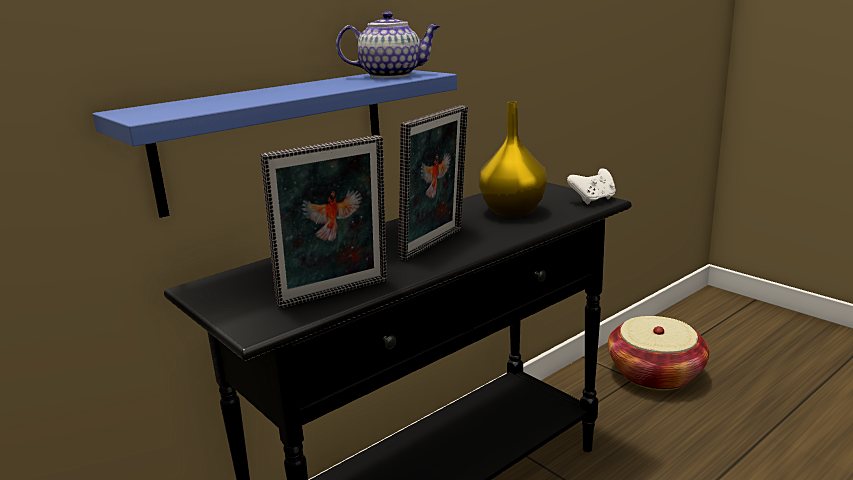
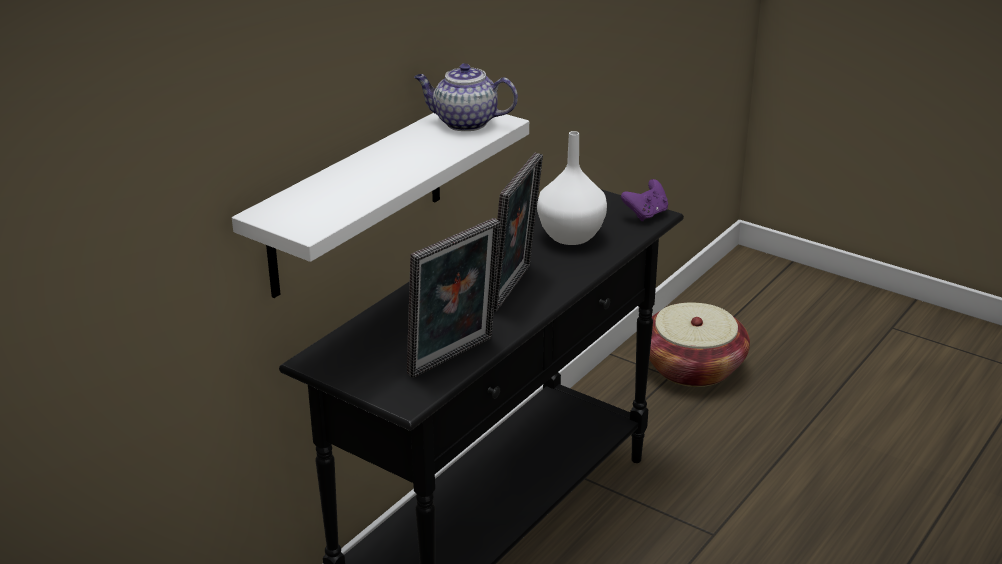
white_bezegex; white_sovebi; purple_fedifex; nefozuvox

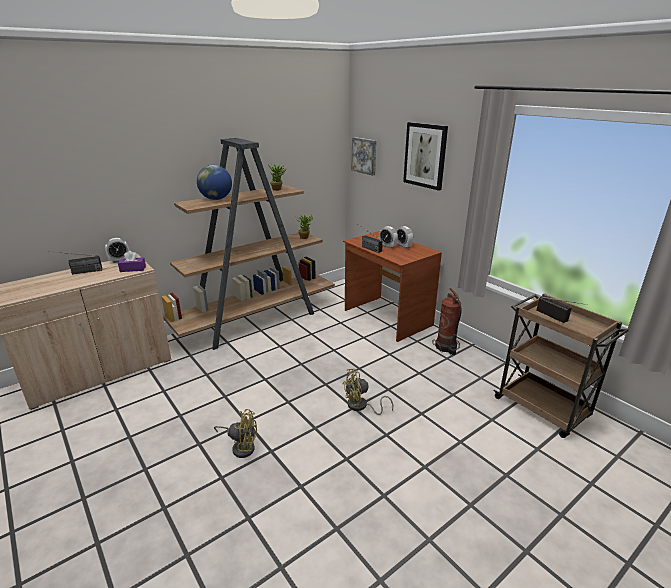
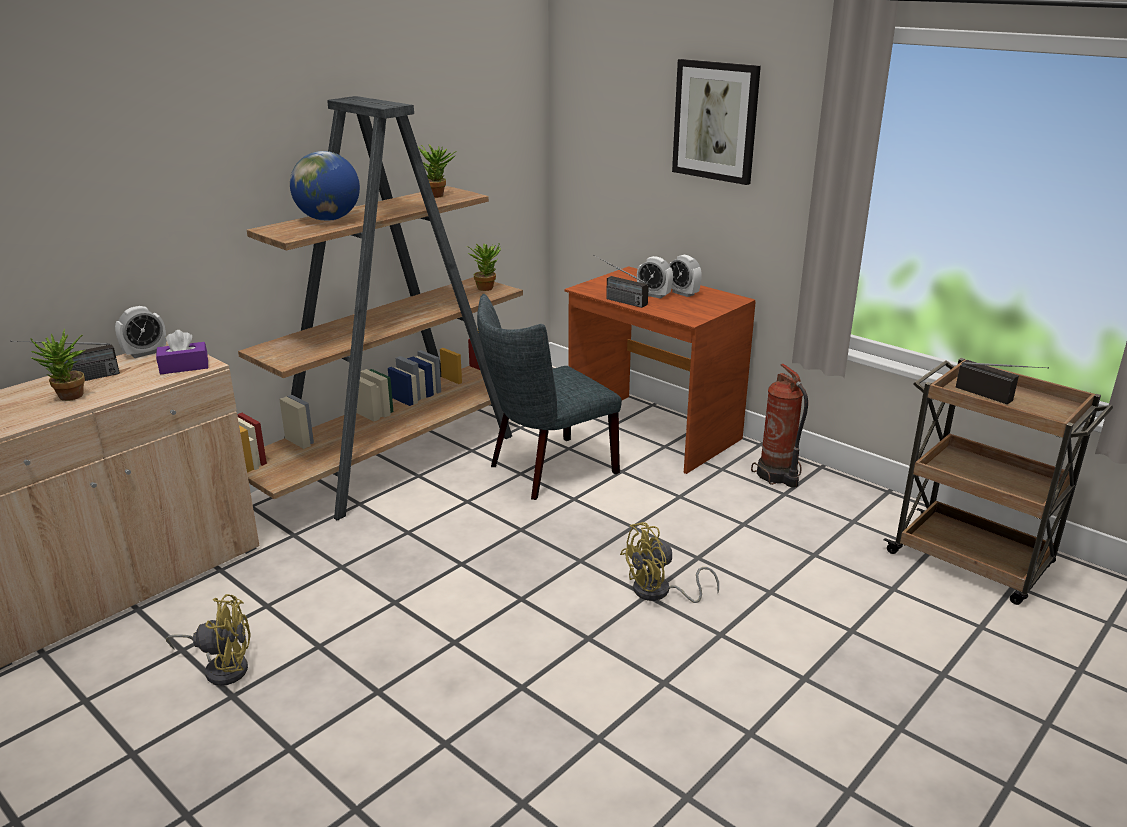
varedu (no. 1 from left in the first image); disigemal (no. 1 from left); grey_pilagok; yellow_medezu (no. 1 from left)

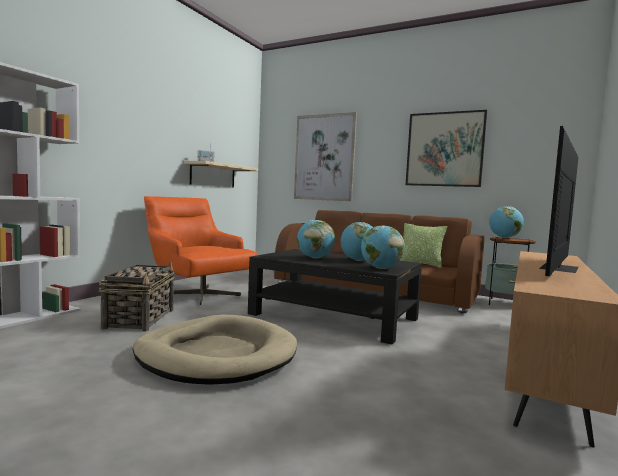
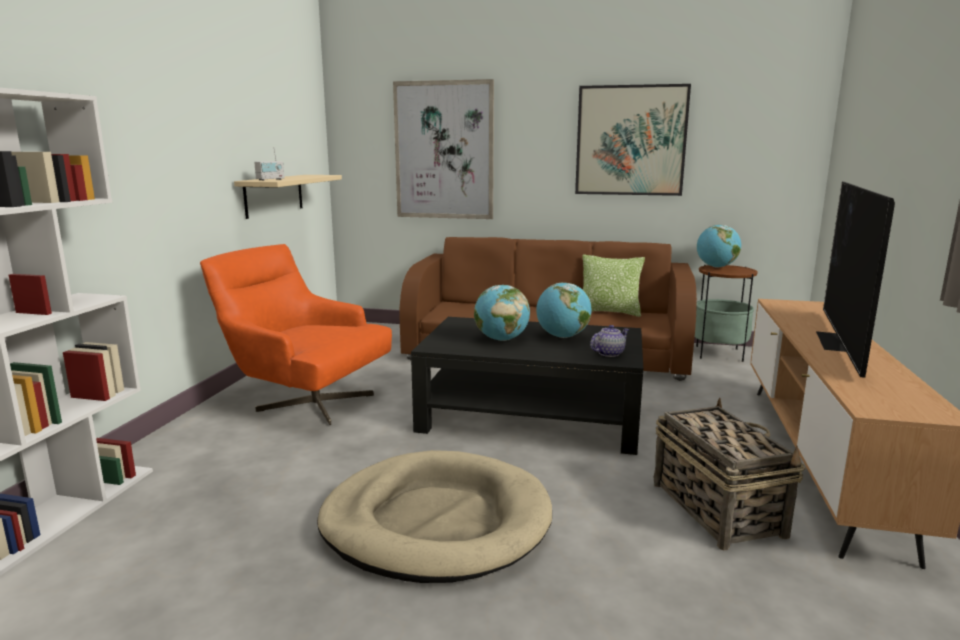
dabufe; nefozuvox

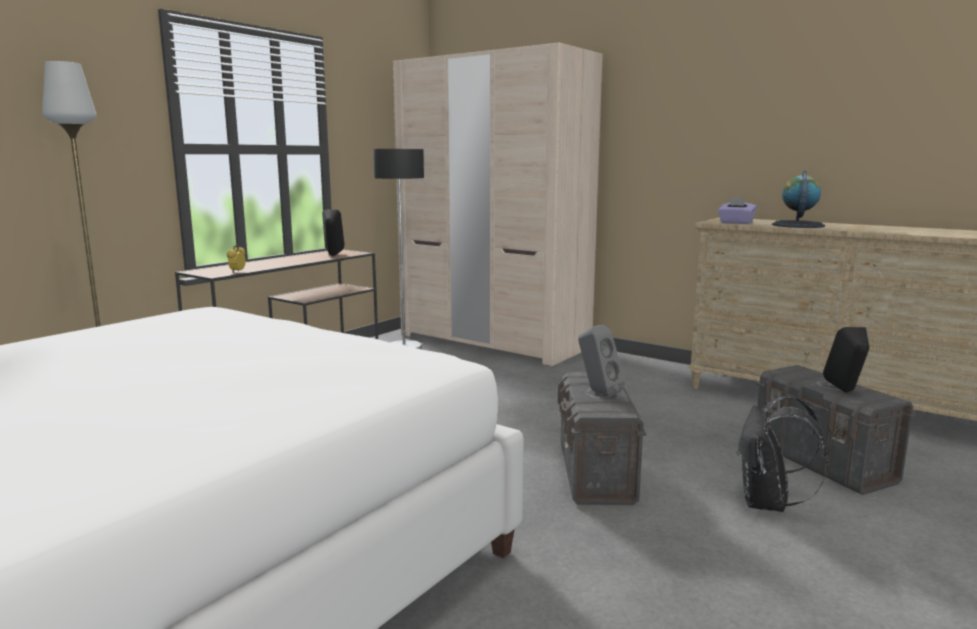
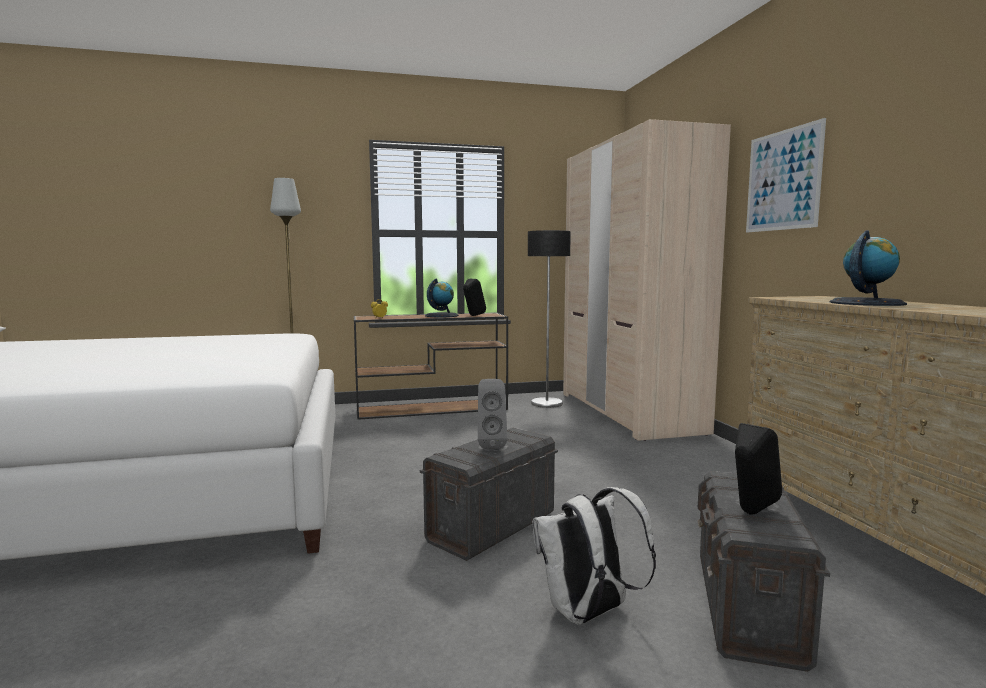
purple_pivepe; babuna (no. 1 from left); varedu; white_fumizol

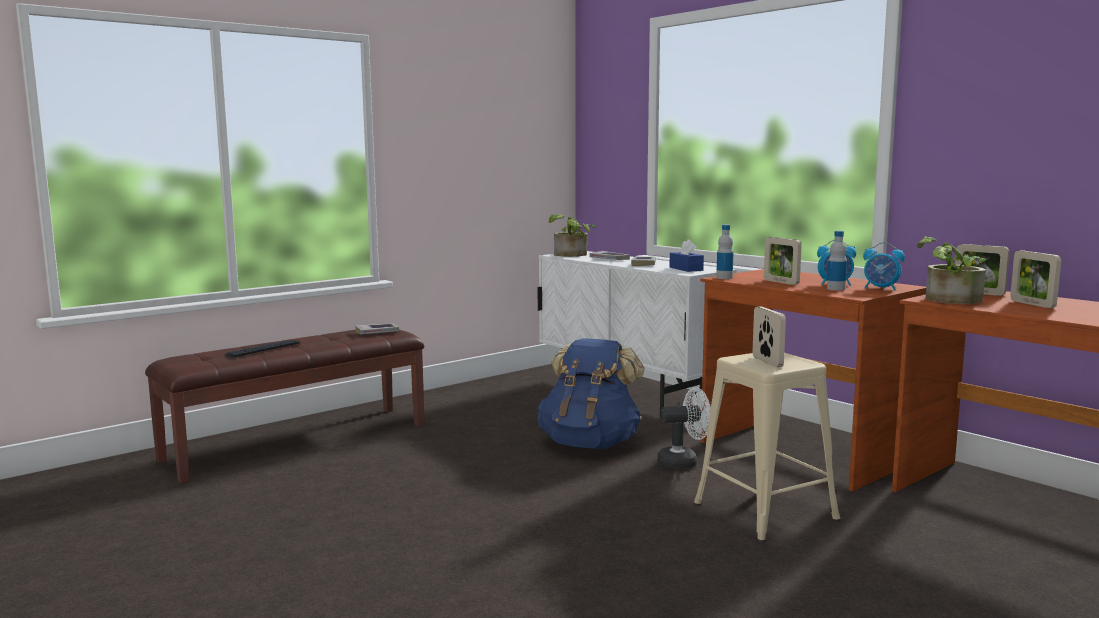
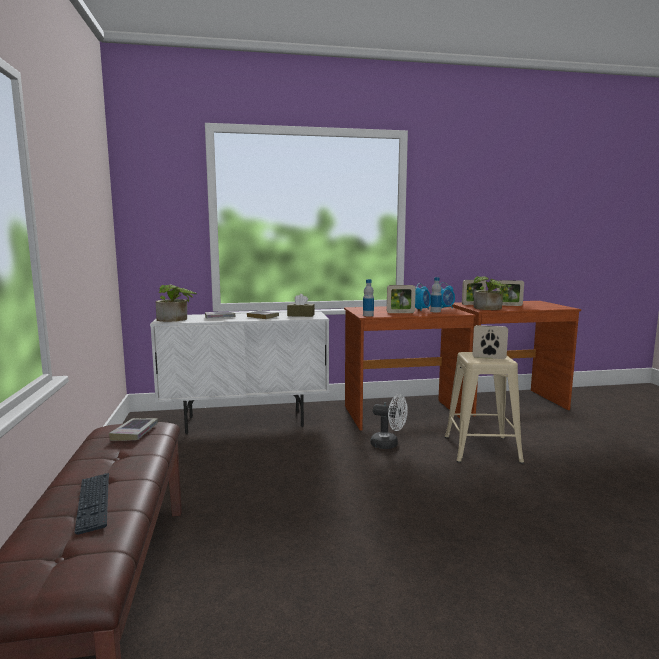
blue_fumizol; brown_pivepe; white_medezu

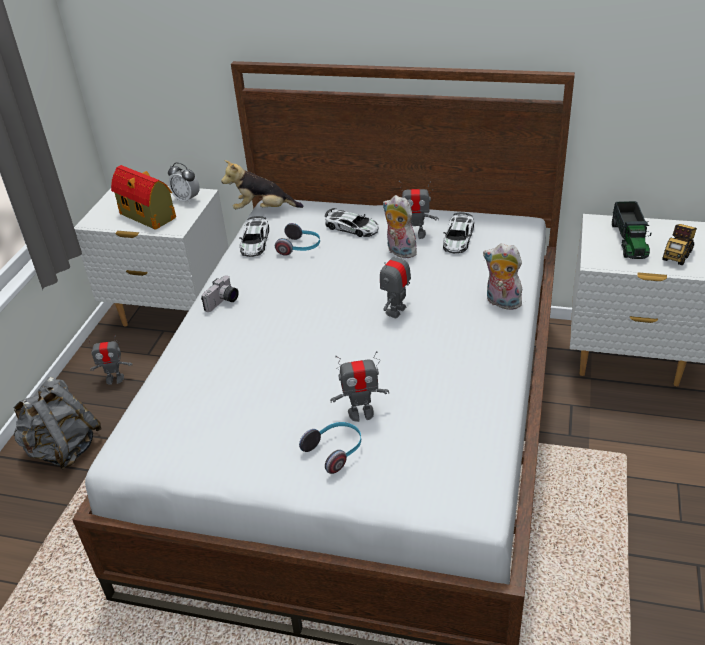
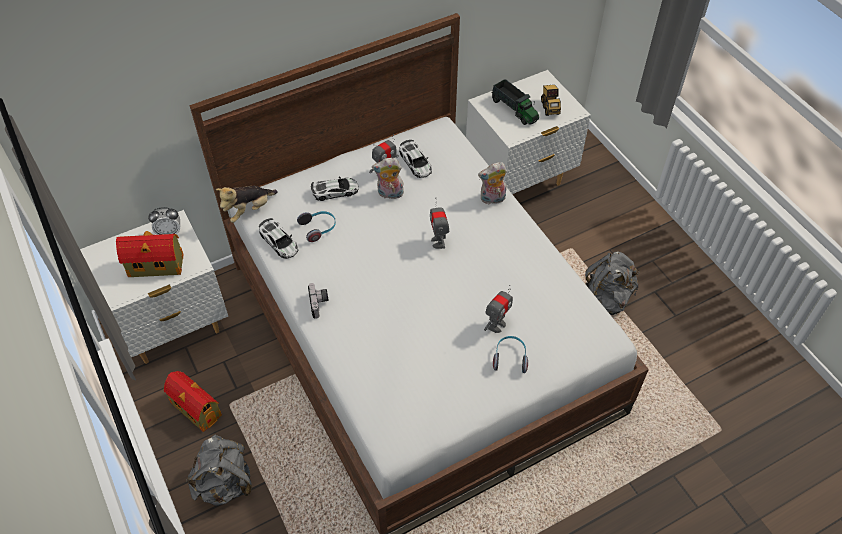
grey_fumizol (no. 2 from left); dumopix (no. 2 from left)

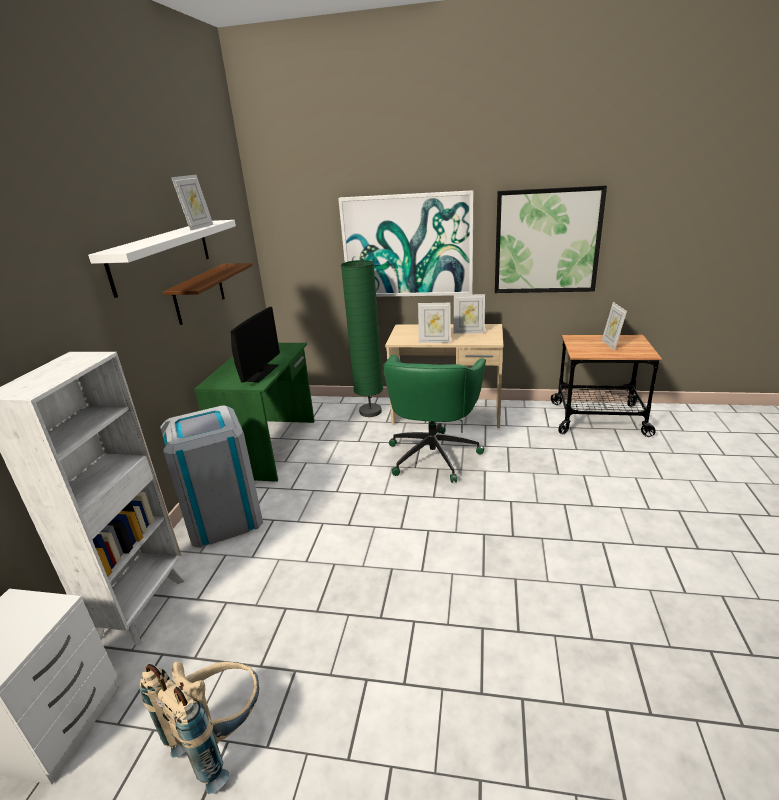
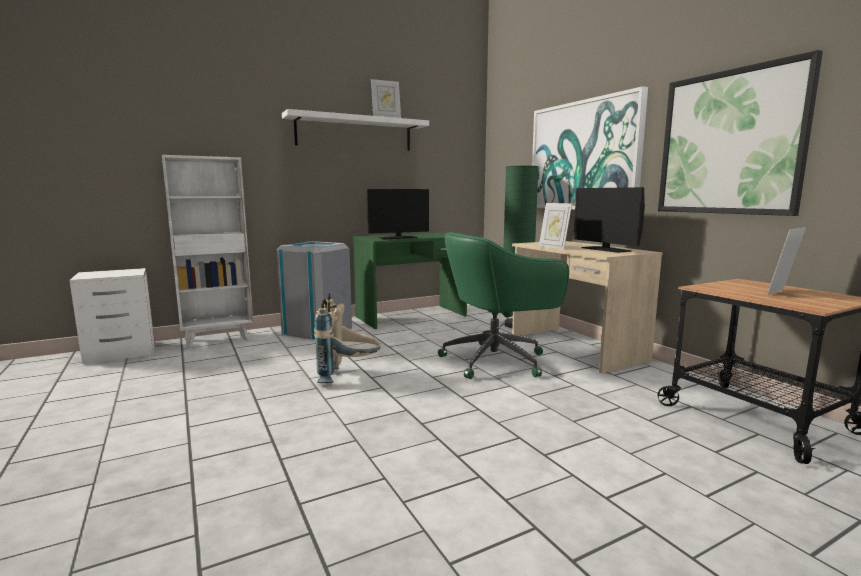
brown_bezegex; beige_fumizol; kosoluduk (no. 2 from left)

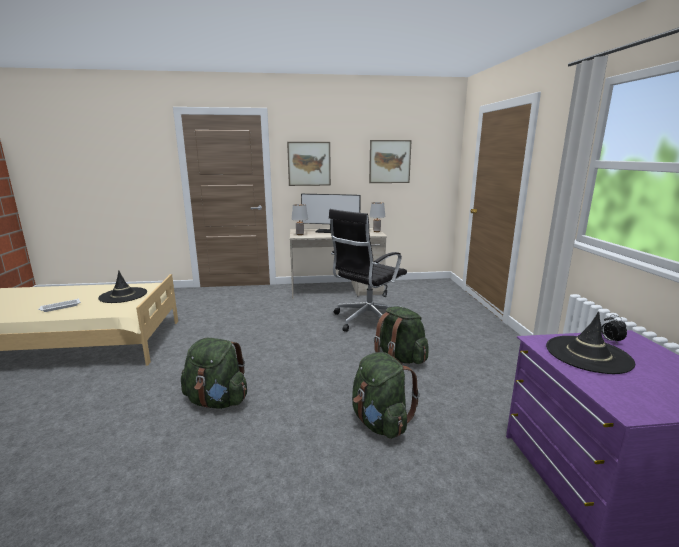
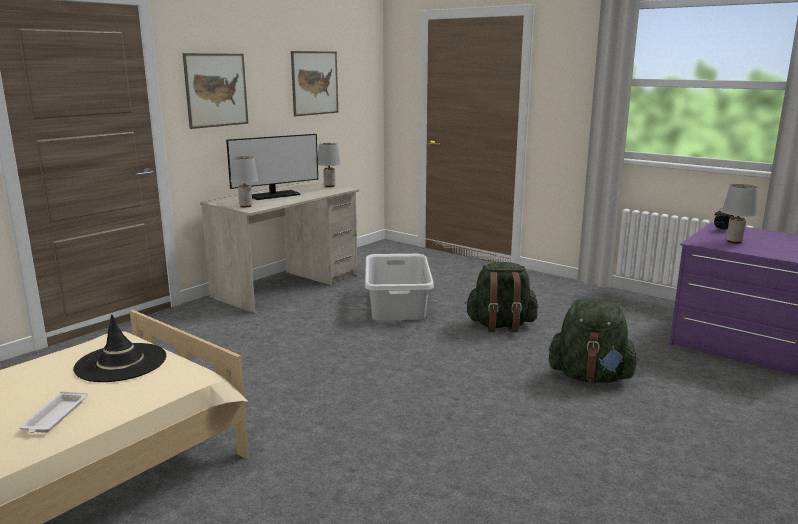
green_fumizol (no. 1 from left in the first image); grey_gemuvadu; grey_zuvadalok (no. 3 from left)

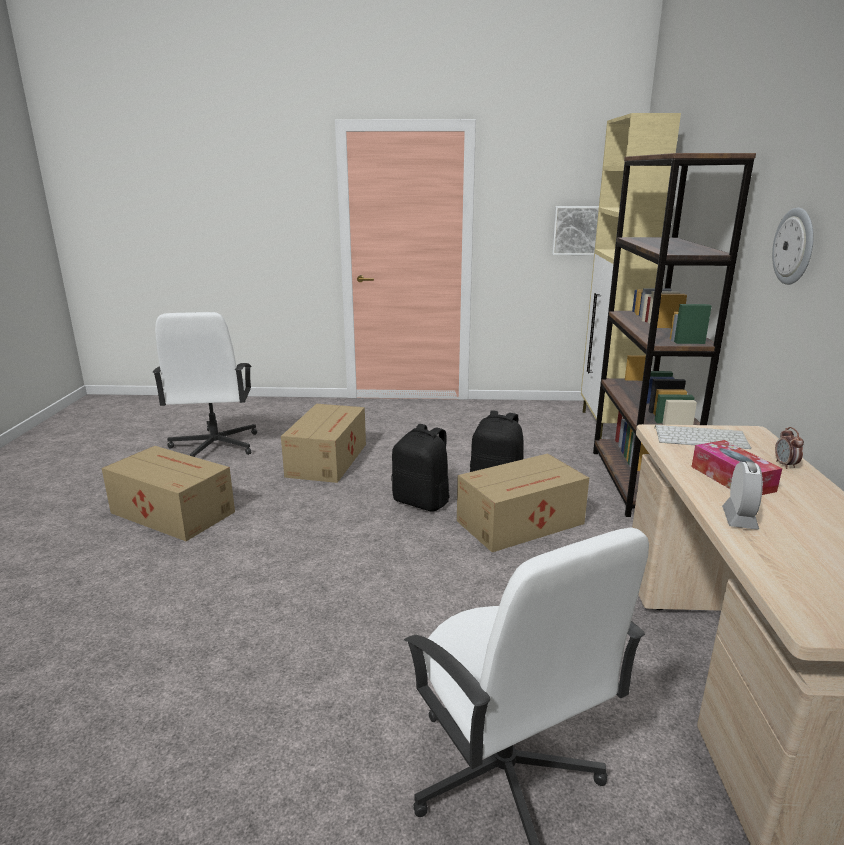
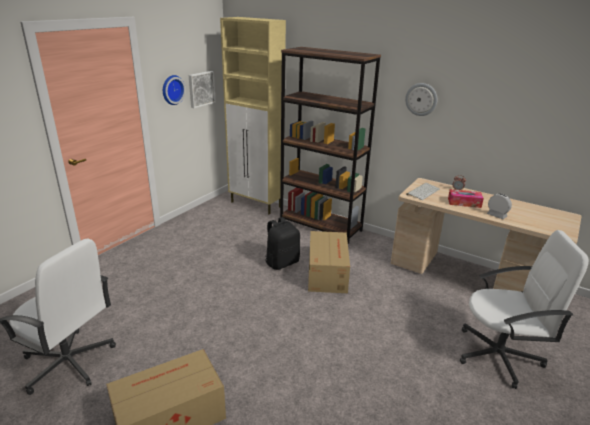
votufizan (no. 2 from left in the first image); black_fumizol (no. 1 from left in the first image); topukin (no. 1 from left)

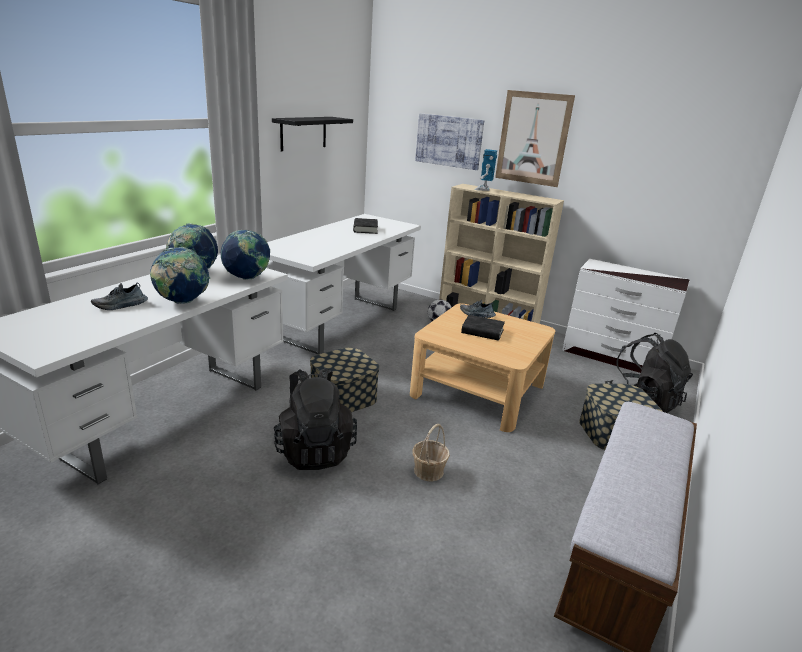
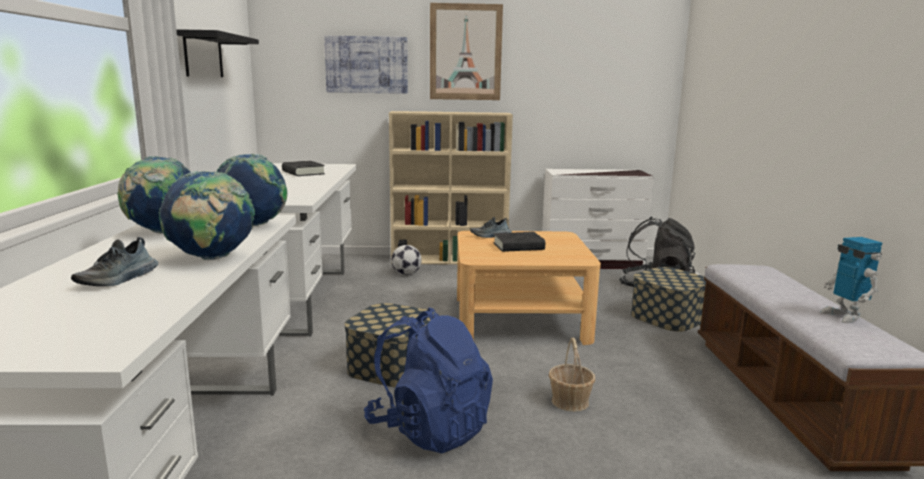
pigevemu; blue_fumizol

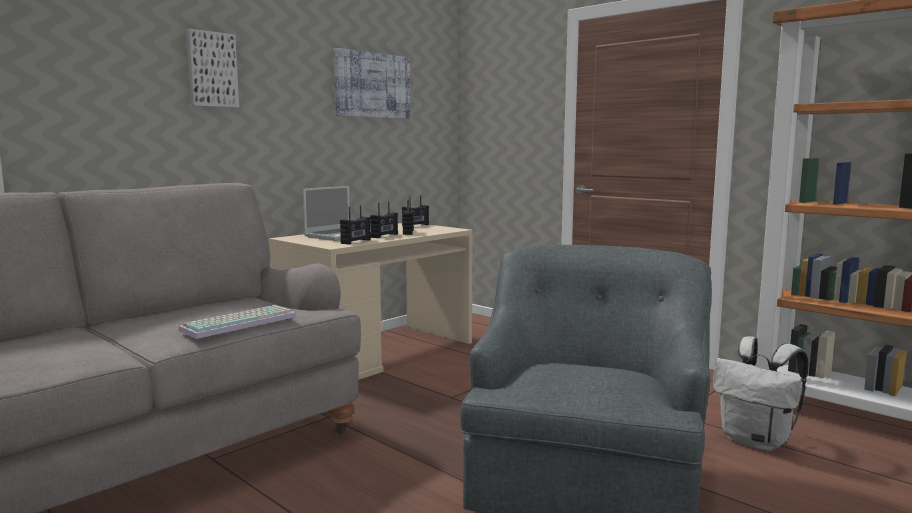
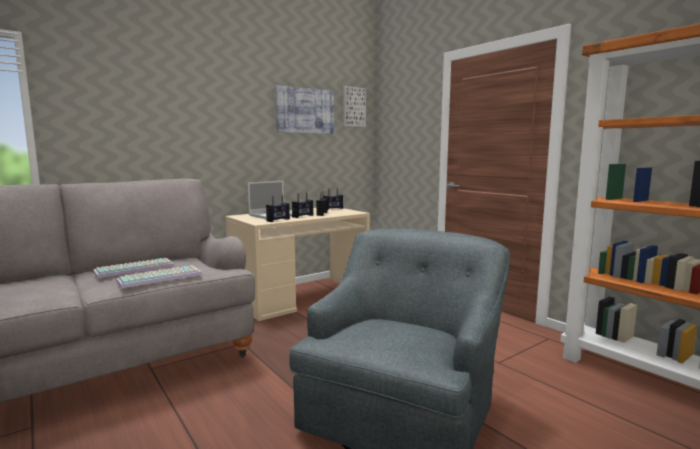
white_fumizol; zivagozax (no. 1 from left); varedu (no. 2 from left)

